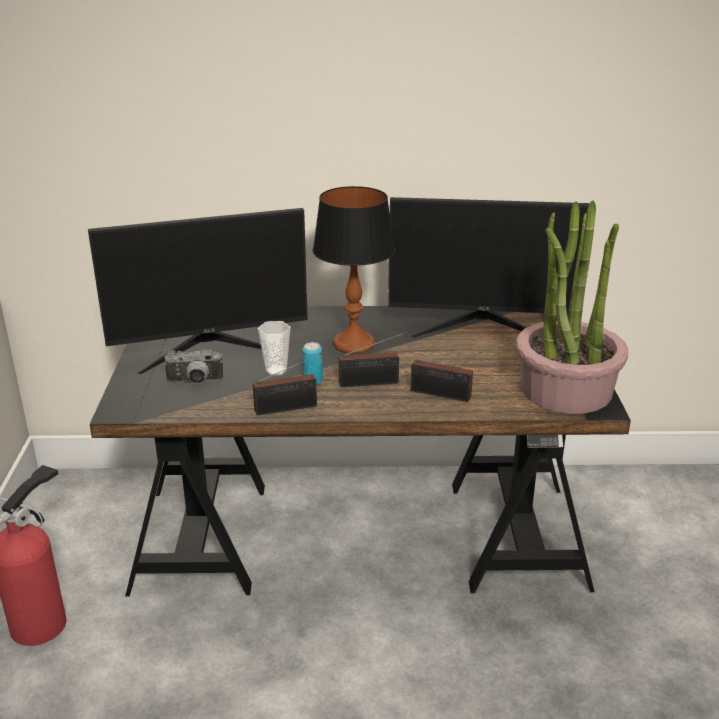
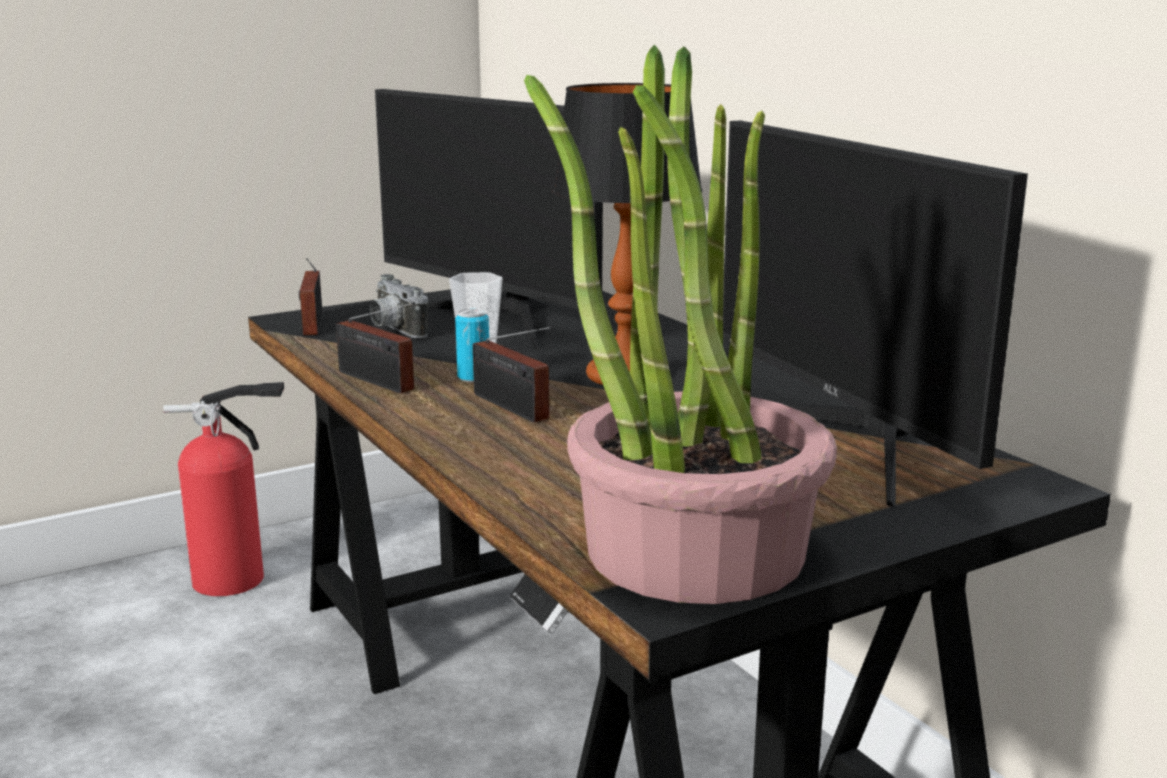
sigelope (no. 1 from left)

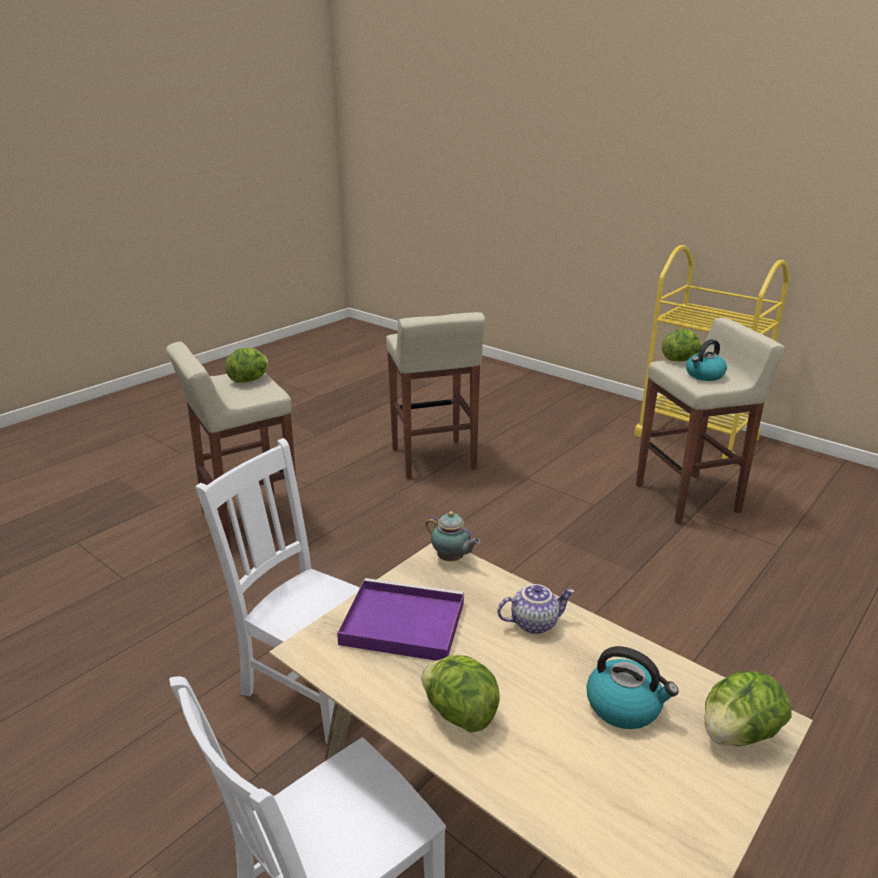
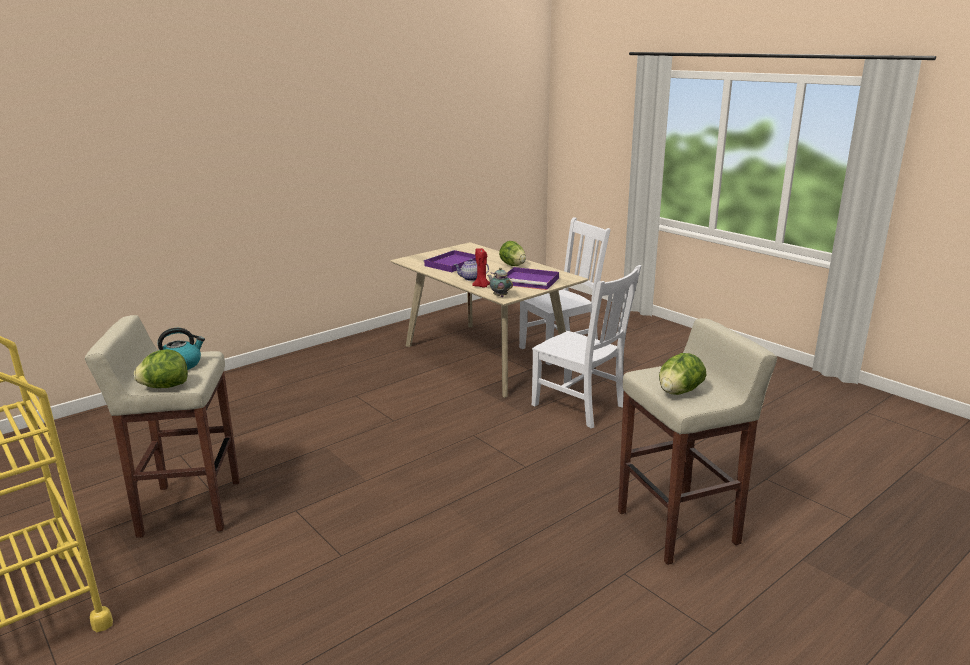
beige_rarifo (no. 2 from left in the first image); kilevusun (no. 4 from left in the first image); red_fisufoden; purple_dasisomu (no. 1 from left)

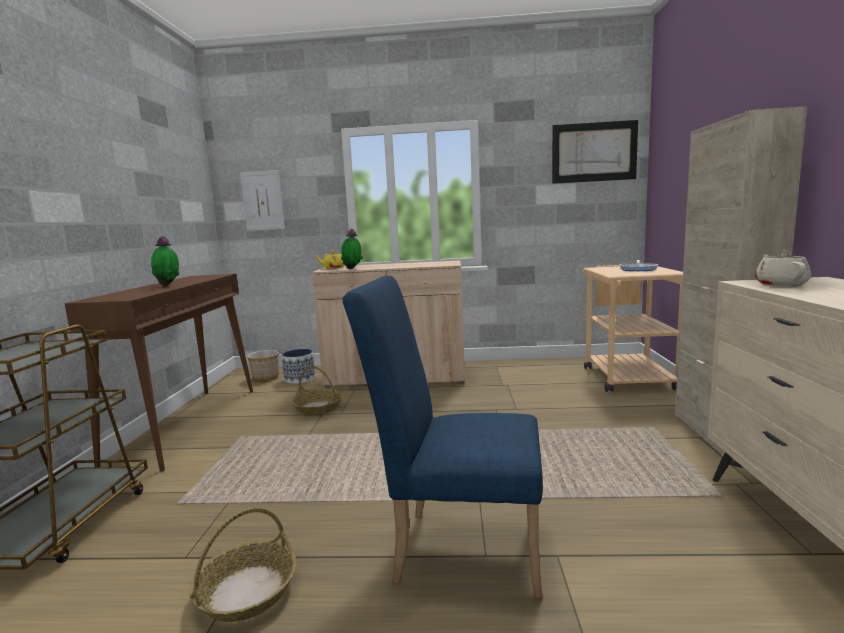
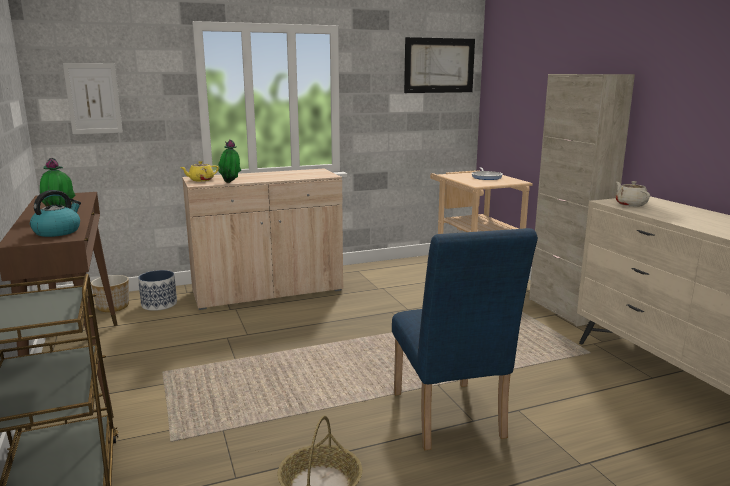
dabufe (no. 2 from left in the first image); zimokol; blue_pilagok

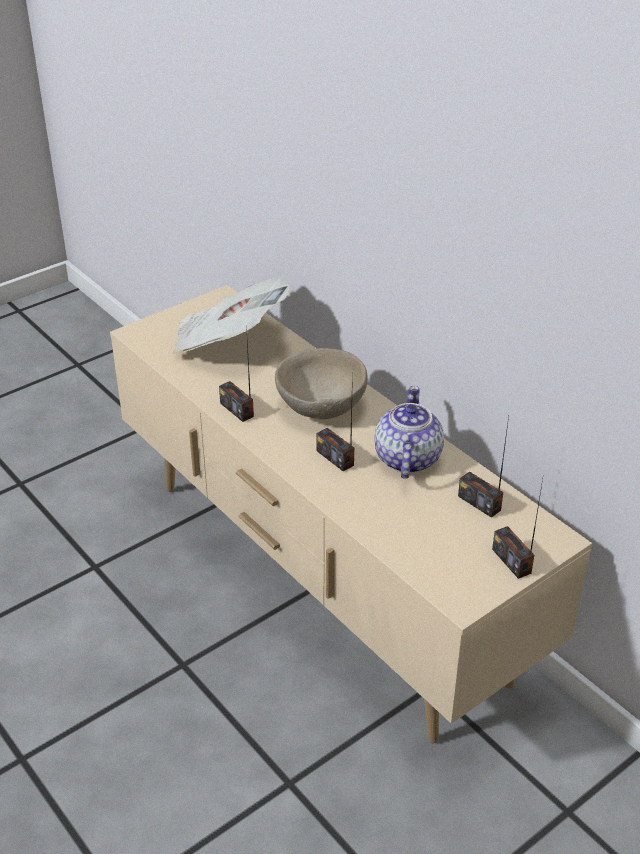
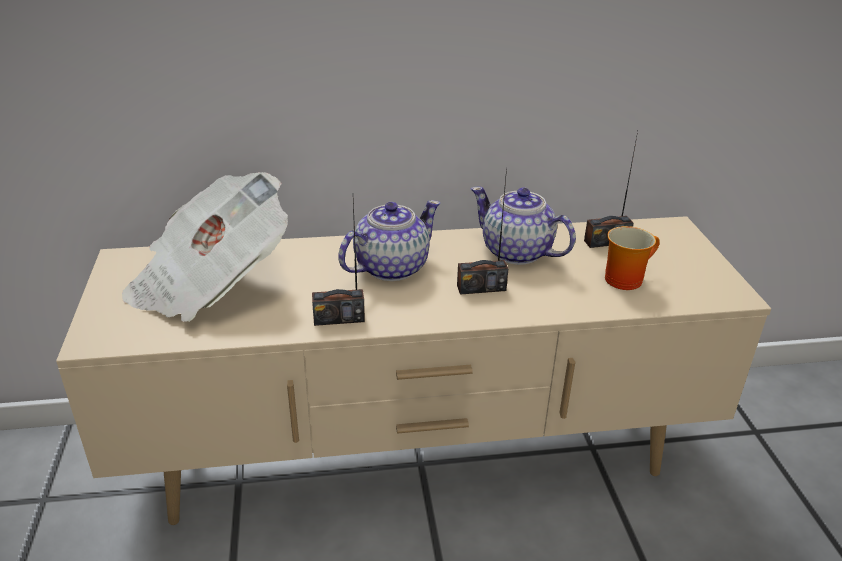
sigelope (no. 4 from left in the first image); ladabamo; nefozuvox (no. 1 from left)

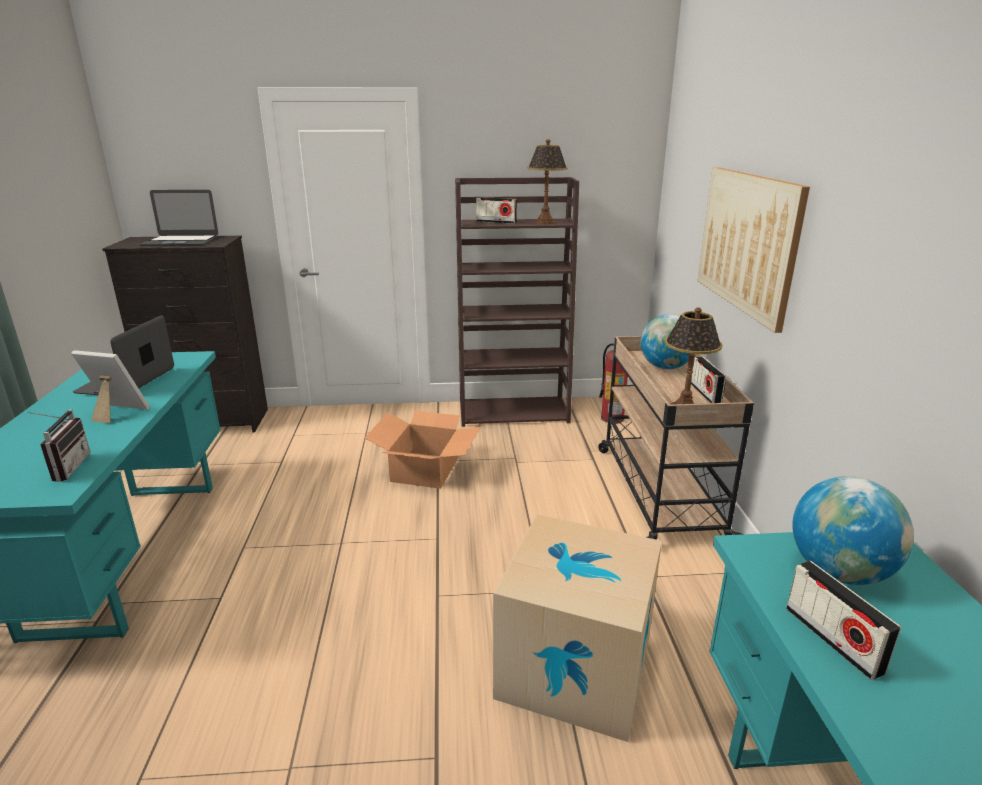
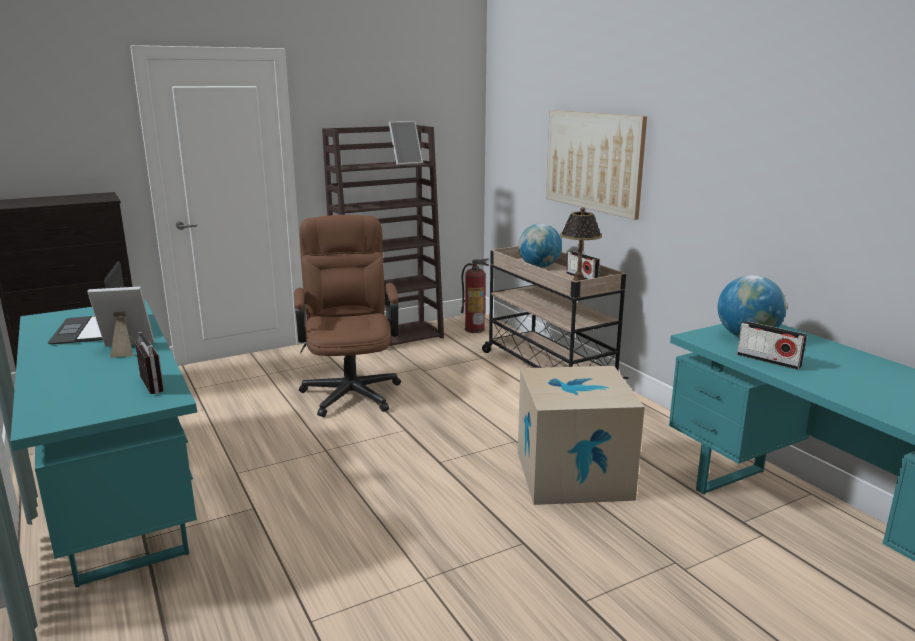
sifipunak (no. 2 from left in the first image); sigelope (no. 2 from left in the first image); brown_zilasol; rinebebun (no. 2 from left)

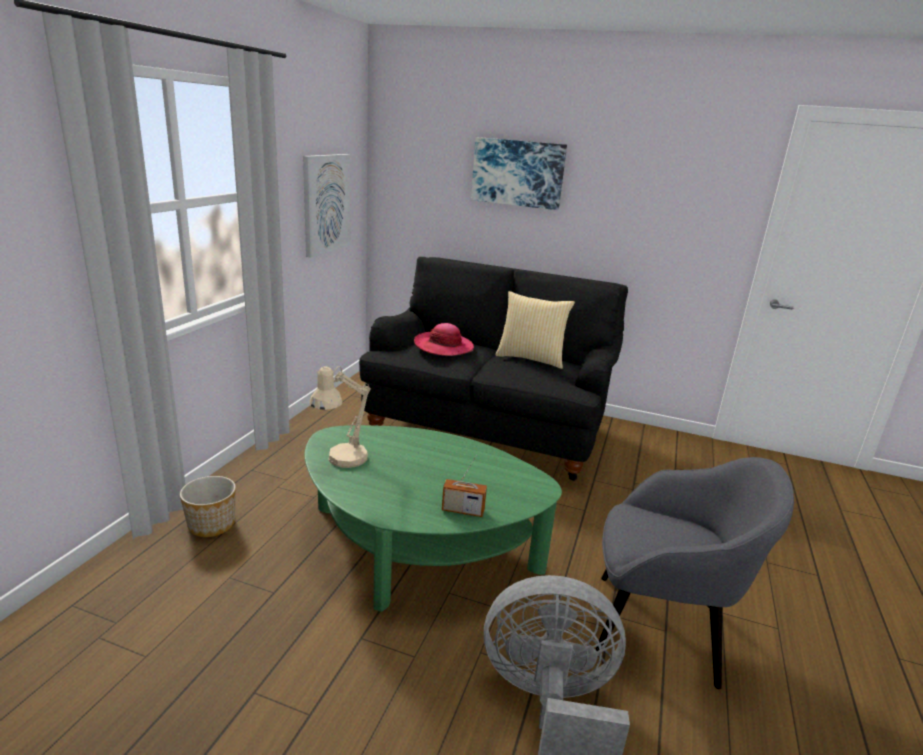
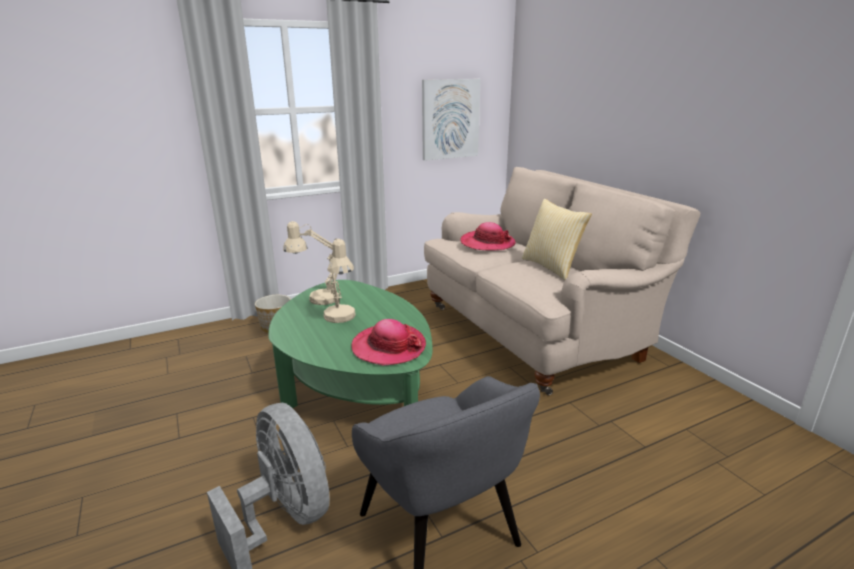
sigelope; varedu (no. 2 from left in the first image); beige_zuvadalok (no. 2 from left); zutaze (no. 1 from left); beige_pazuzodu

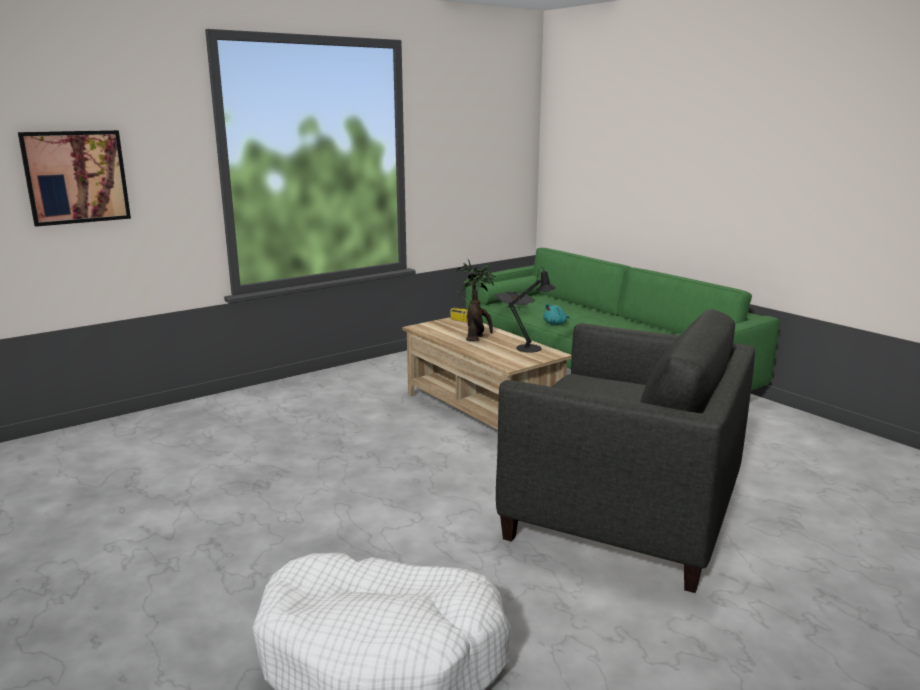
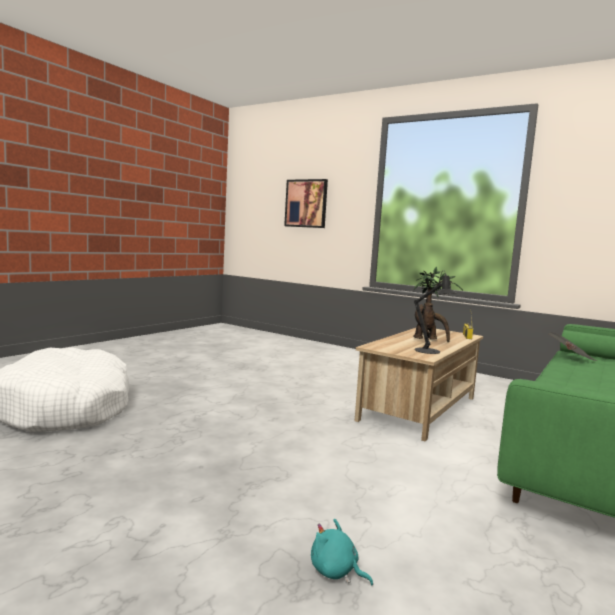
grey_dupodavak; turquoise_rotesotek

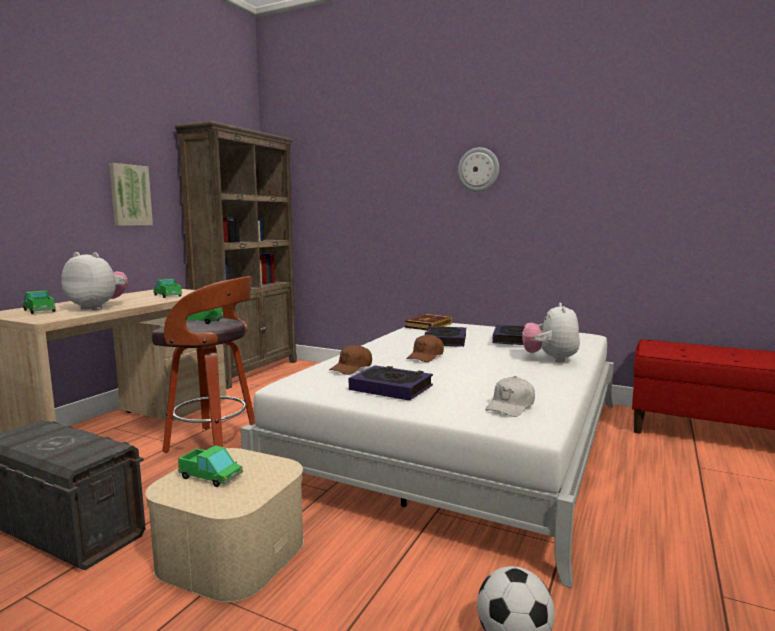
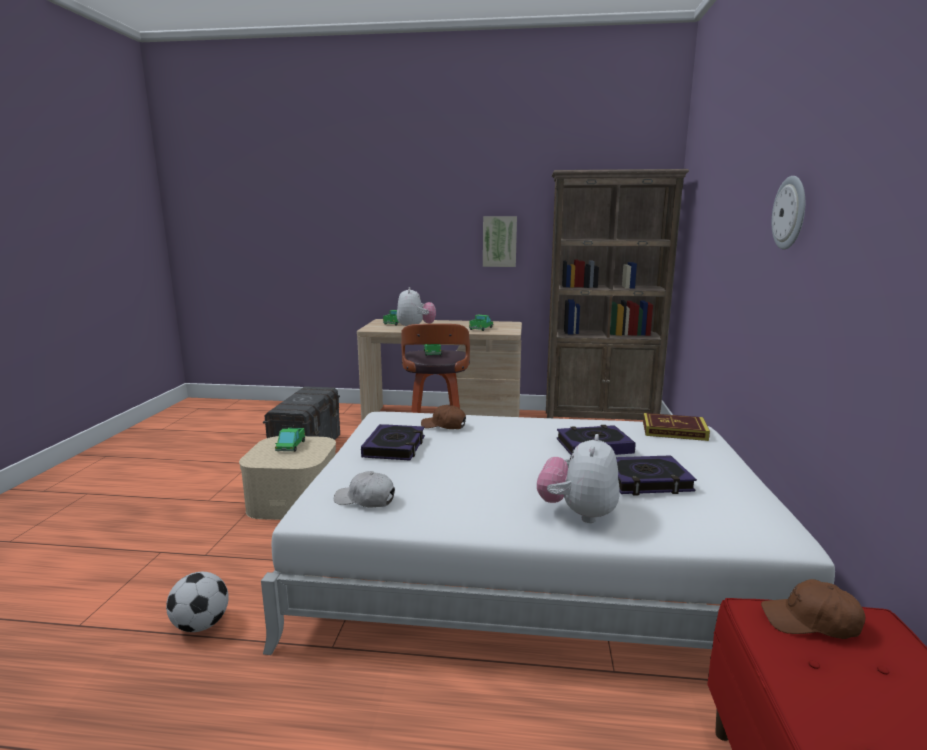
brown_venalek (no. 2 from left); rotesotek (no. 2 from left)

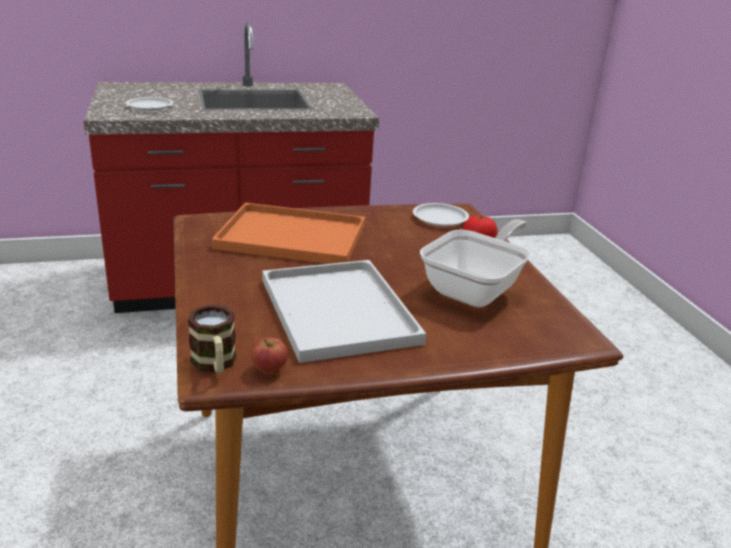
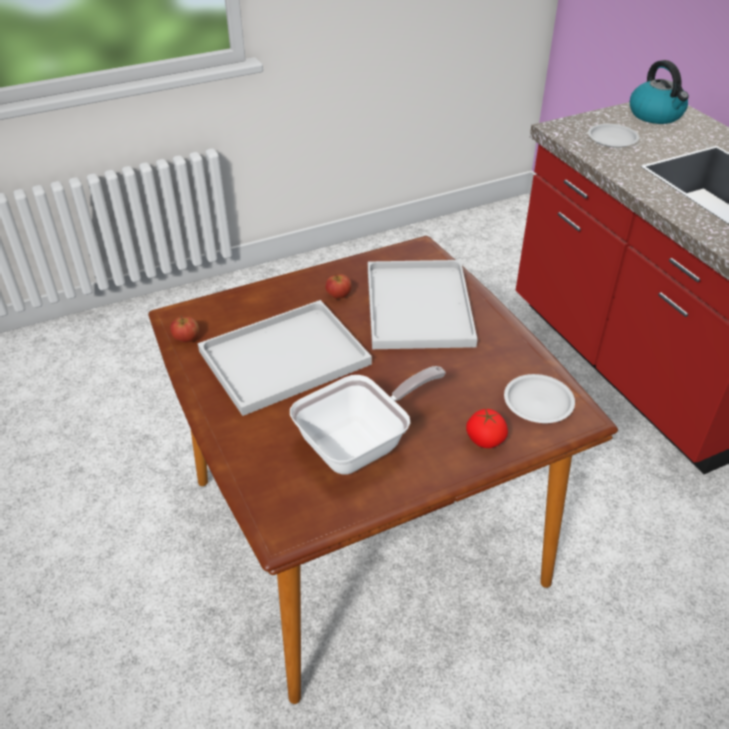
ladabamo; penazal (no. 2 from left); zimokol; white_dasisomu (no. 2 from left); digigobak

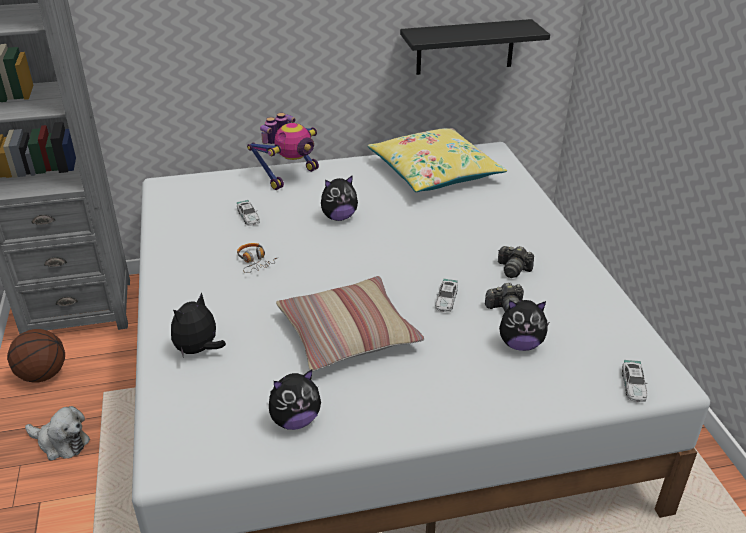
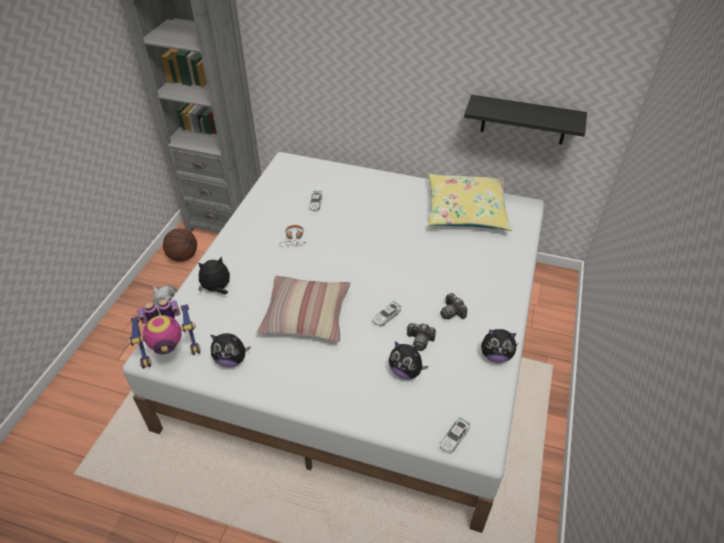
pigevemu; rotesotek (no. 5 from left)

